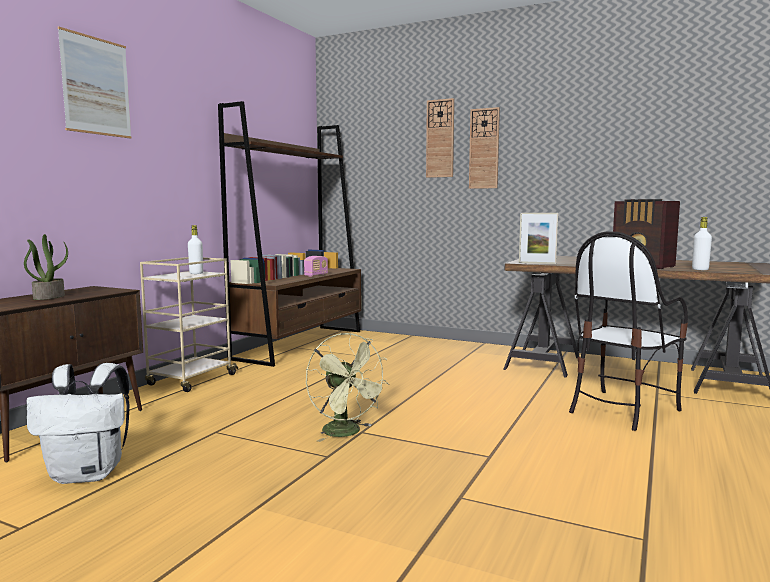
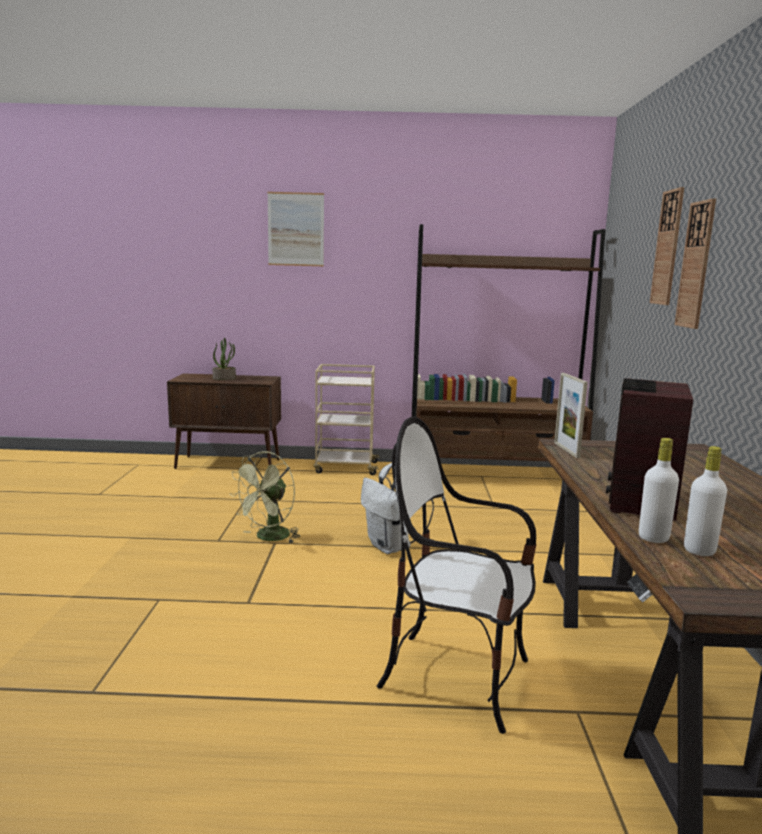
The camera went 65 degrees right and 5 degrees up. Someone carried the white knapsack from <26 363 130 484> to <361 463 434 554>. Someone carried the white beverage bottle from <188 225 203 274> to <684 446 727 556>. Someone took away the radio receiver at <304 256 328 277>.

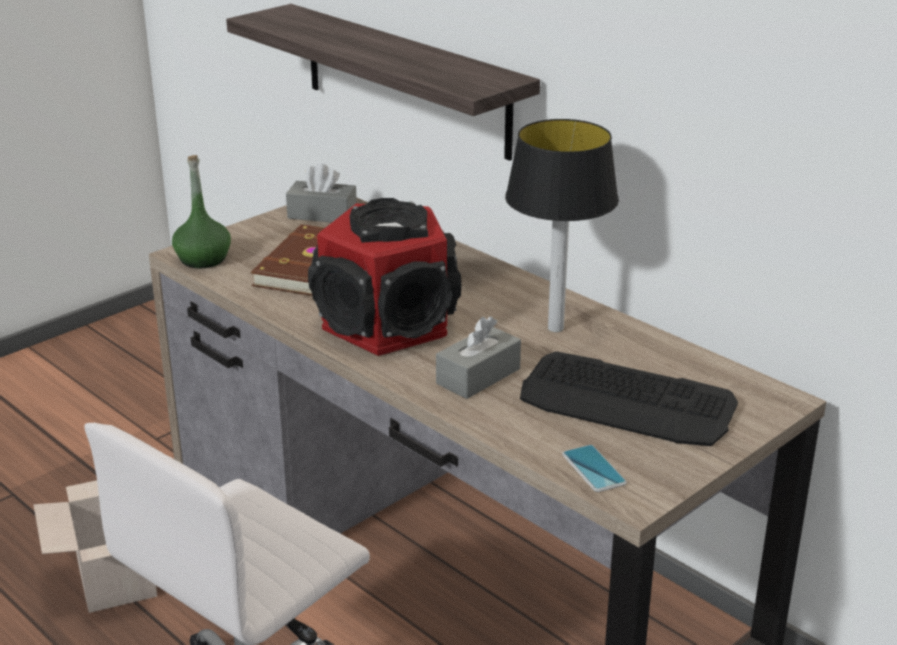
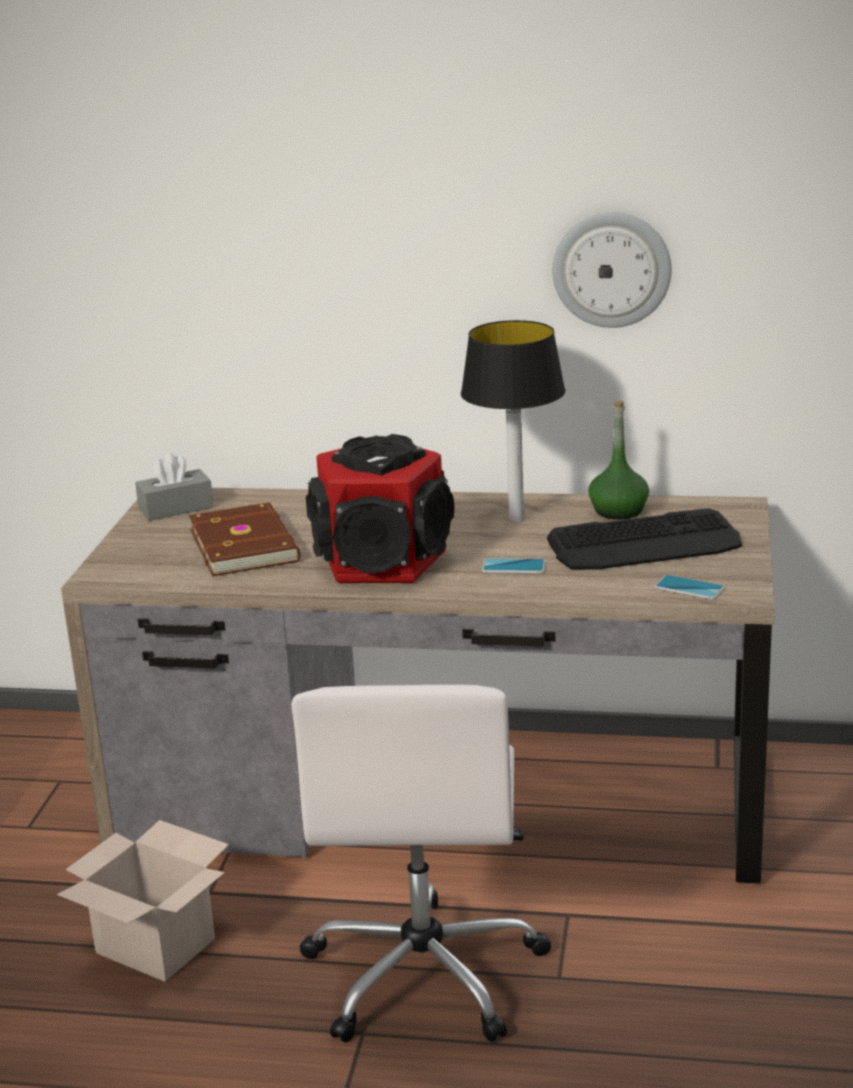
The camera went 35 degrees left and 5 degrees down. Someone swapped the gray tissue box at <436 316 521 399> for the telephone at <482 558 546 574>. Someone put up the hanging clock at <552 212 672 328>. Someone carried the green beverage bottle from <172 155 231 269> to <588 401 649 520>. Someone took away the wall shelf at <226 4 540 161>.

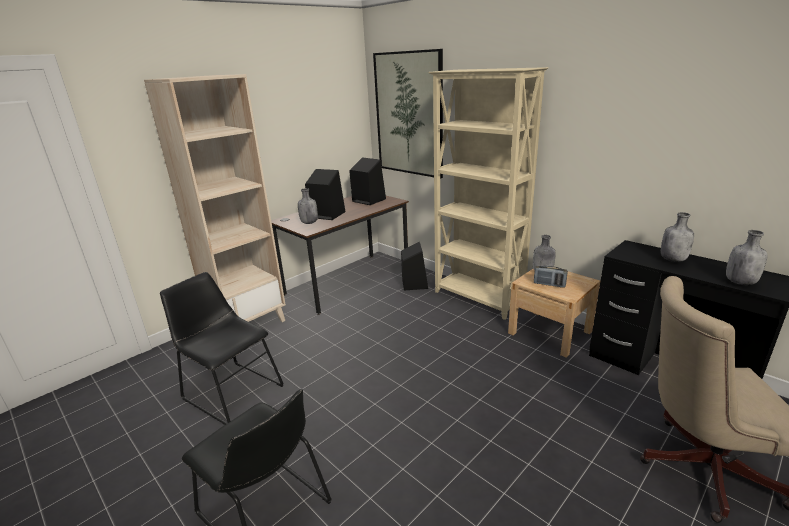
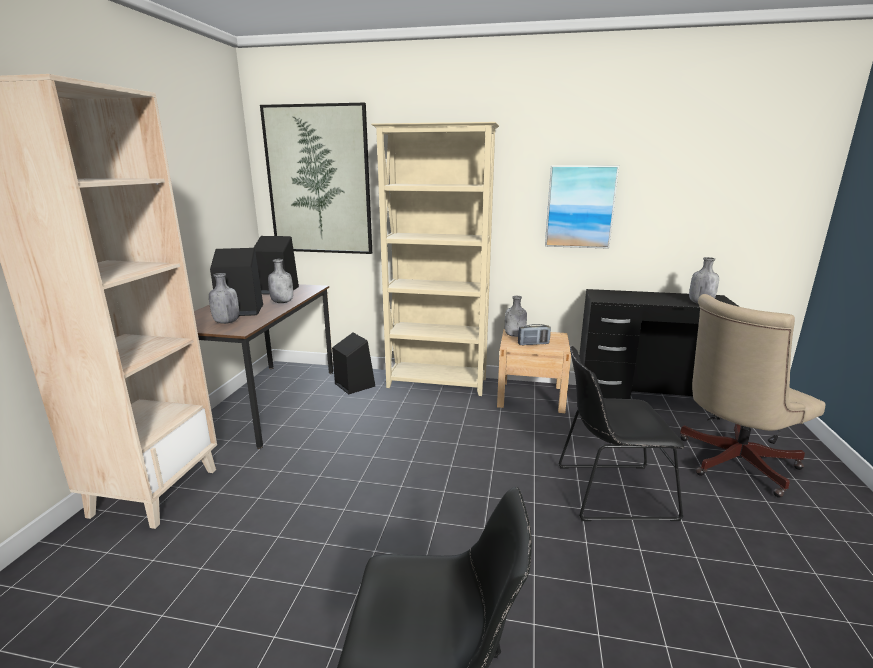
The camera went 35 degrees left and 5 degrees down. Someone carried the gray beverage bottle from <661 212 694 262> to <268 259 293 303>. Someone put up the wall art at <545 165 619 249>. Someone carried the blackish chair from <160 272 284 425> to <558 346 684 521>.

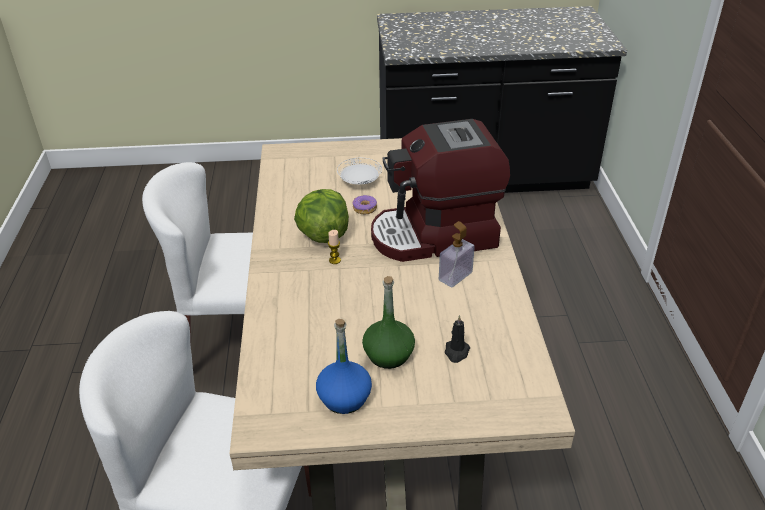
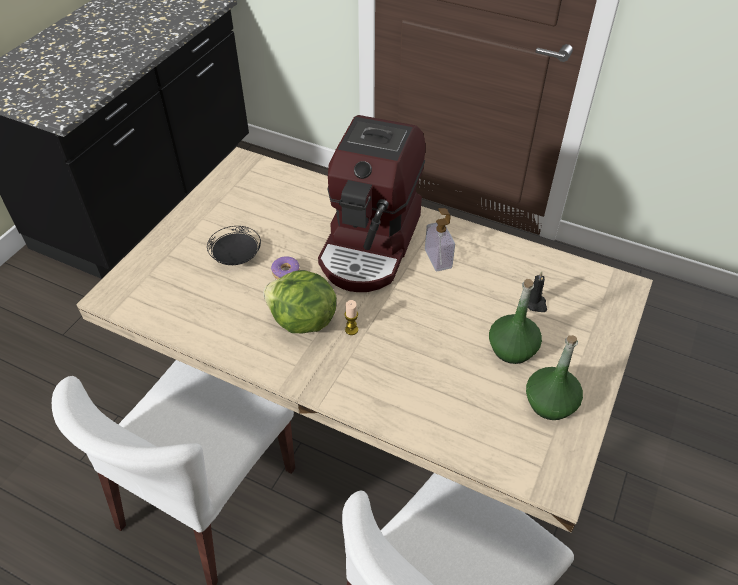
The camera went 60 degrees left and 10 degrees up. Someone repainted the white flat dish at <337 158 382 185>, which became the blackish flat dish at <207 226 261 265>. Someone repainted the blue beverage bottle at <316 319 372 414>, which became the green beverage bottle at <526 335 583 420>.

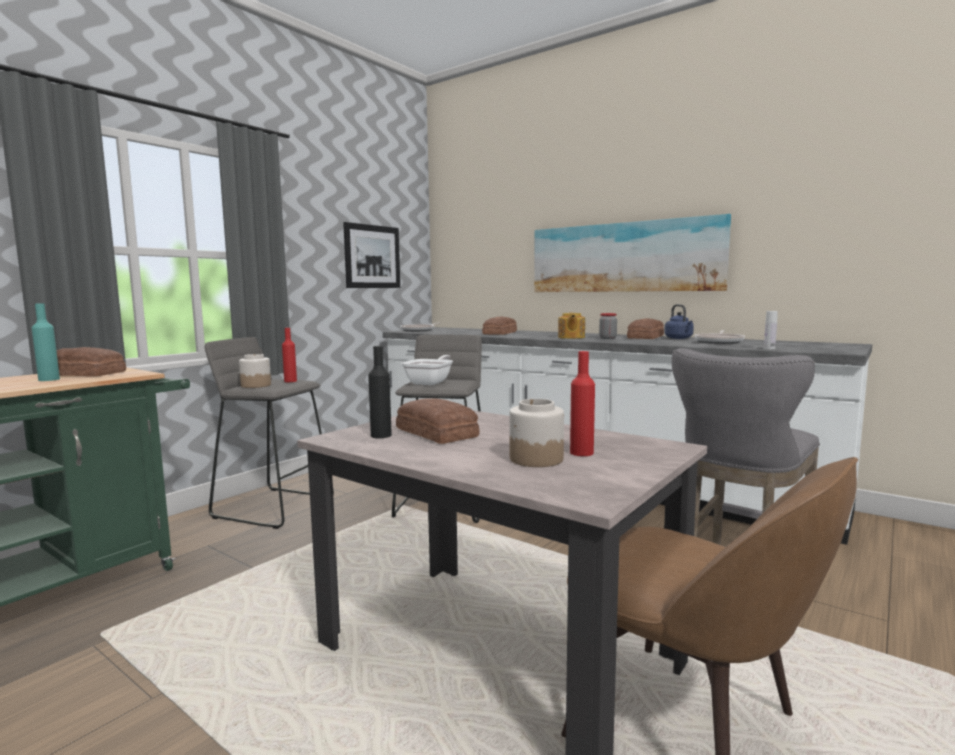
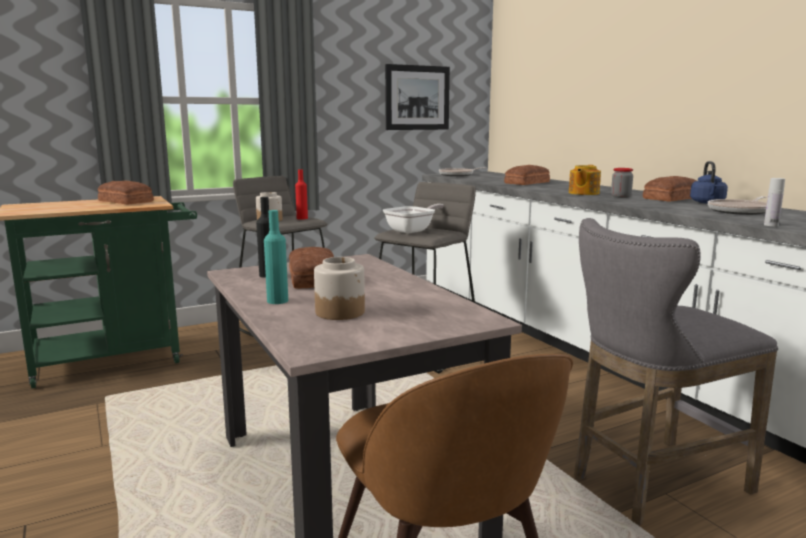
The camera went 25 degrees right and 5 degrees up. Someone carried the blue-green beverage bottle from <32 303 60 381> to <264 210 288 304>. Someone took away the wall art at <534 214 731 292>. Someone took away the reddish beverage bottle at <570 351 595 456>.

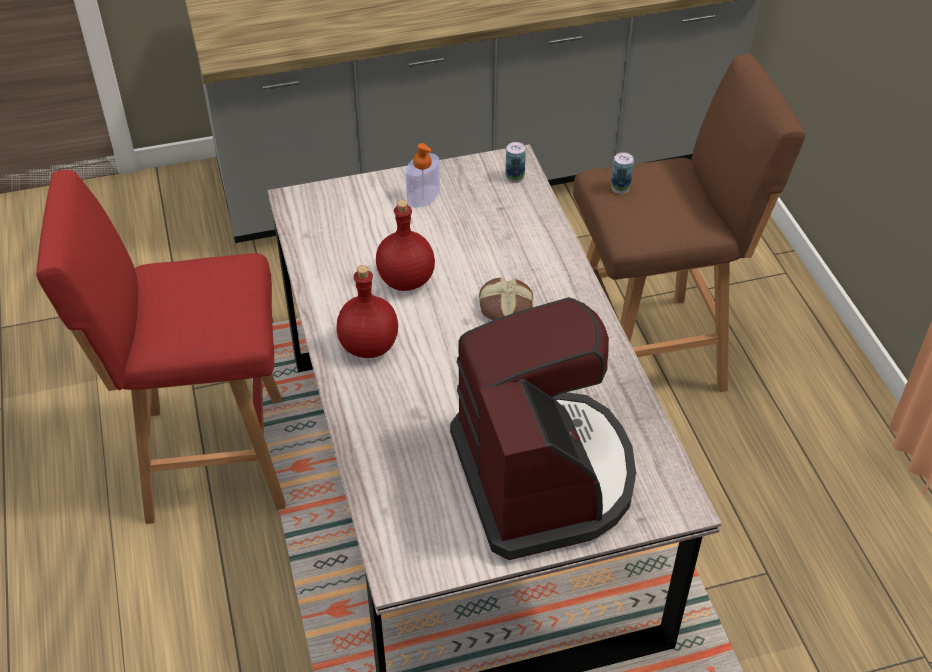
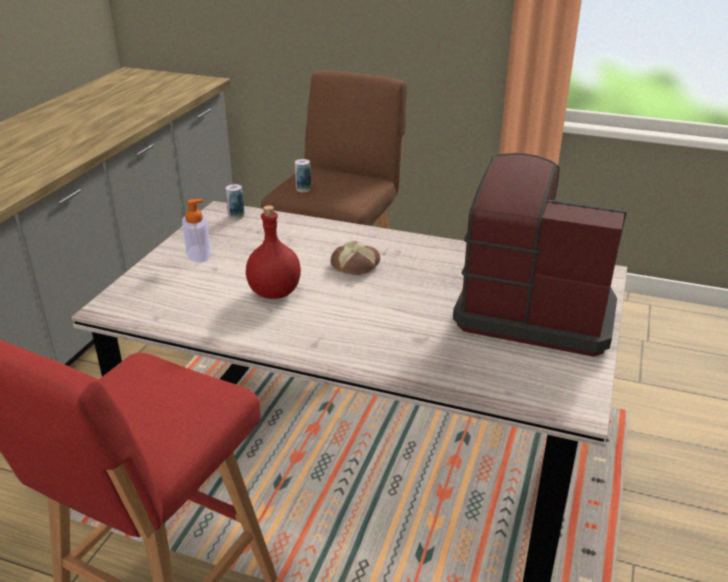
The camera went 55 degrees left and 15 degrees down. Someone took away the reddish beverage bottle at <337 265 398 358>.

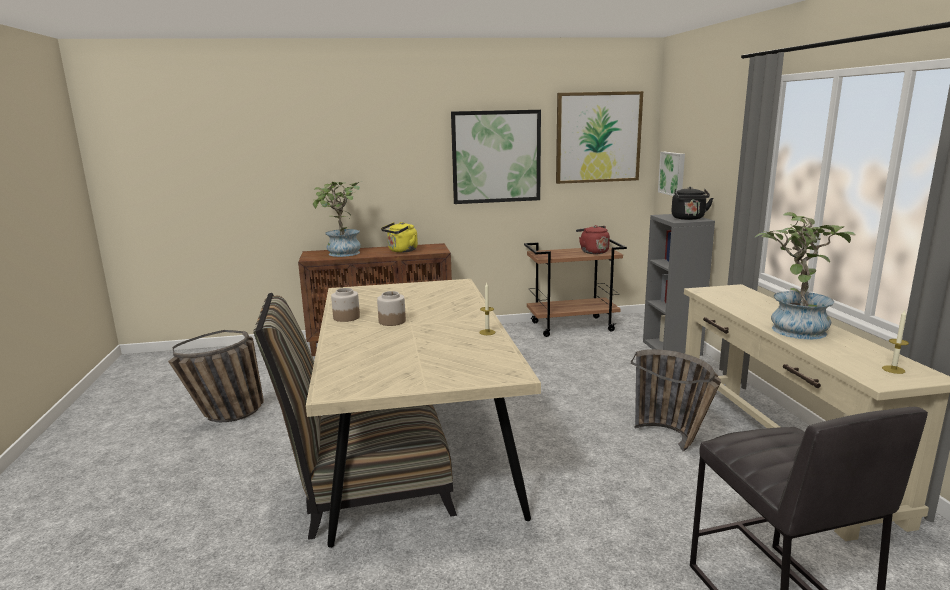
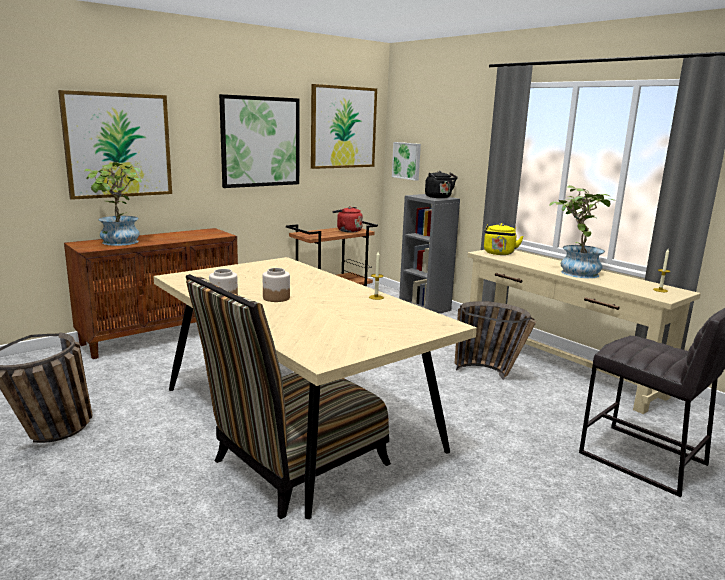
The camera went 30 degrees left and 0 degrees up. Someone put up the wall art at <58 90 172 200>. Someone carried the yellowish water kettle from <381 222 418 253> to <484 223 524 255>.

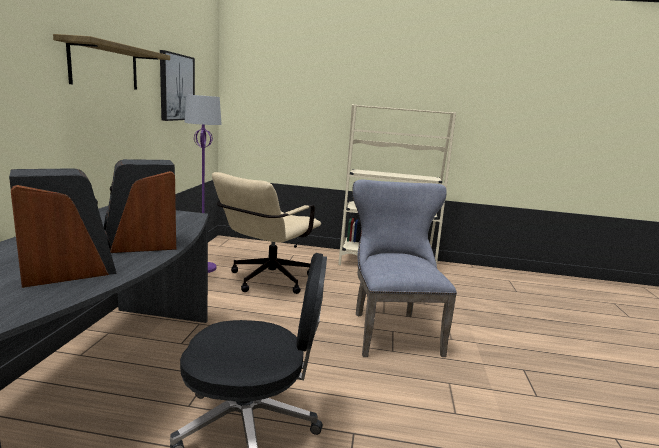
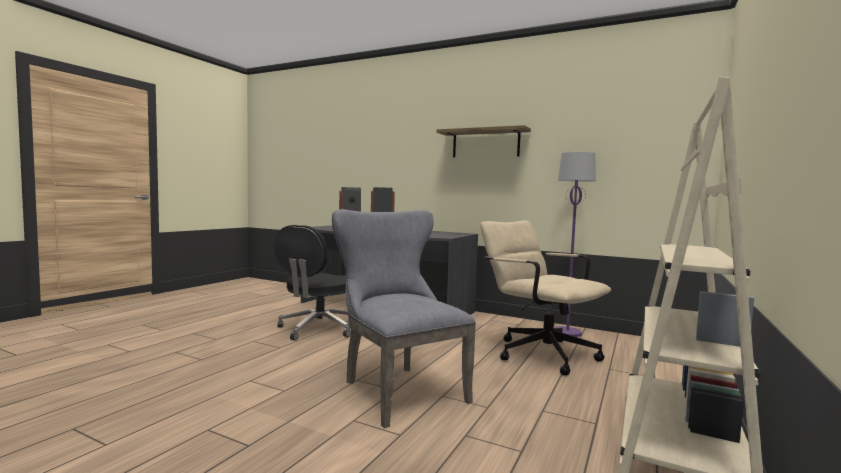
The camera went 110 degrees right and 10 degrees down. Someone rotated the gray chair at <352 180 457 357> by 135 degrees counterclockwise. Someone took away the wall art at <160 50 195 121>.

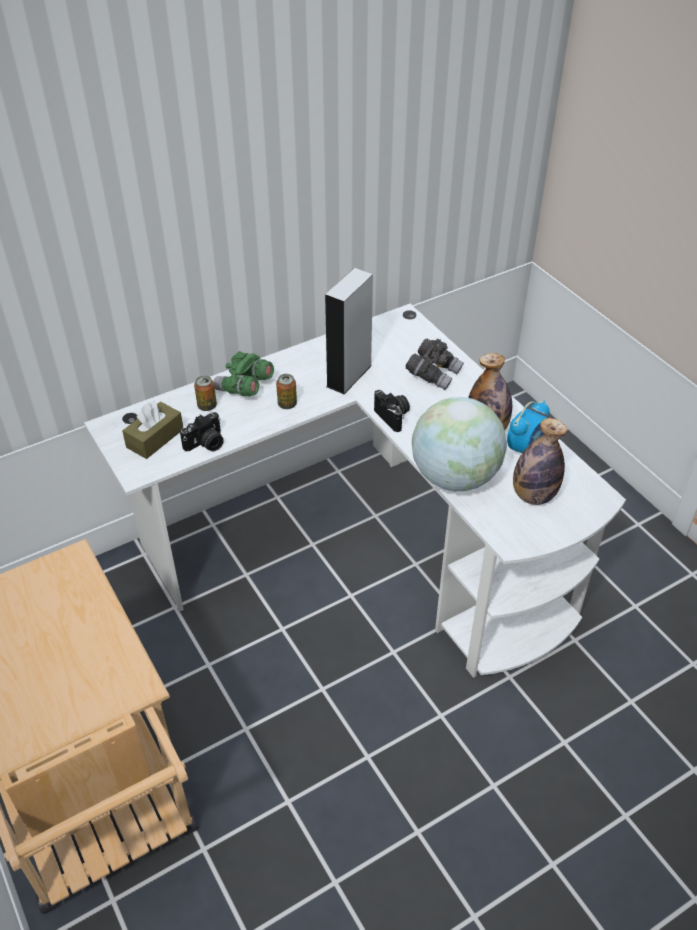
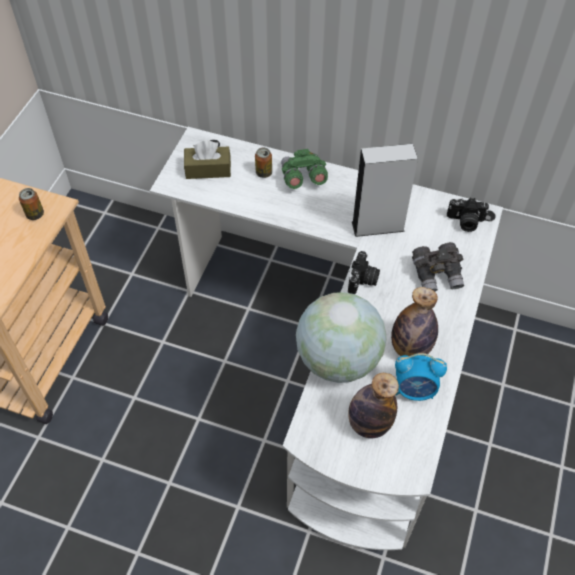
The camera went 50 degrees right and 10 degrees up. Someone carried the sealed can from <276 374 297 409> to <19 188 44 220>. Someone carried the still camera from <180 412 224 451> to <447 198 489 232>.

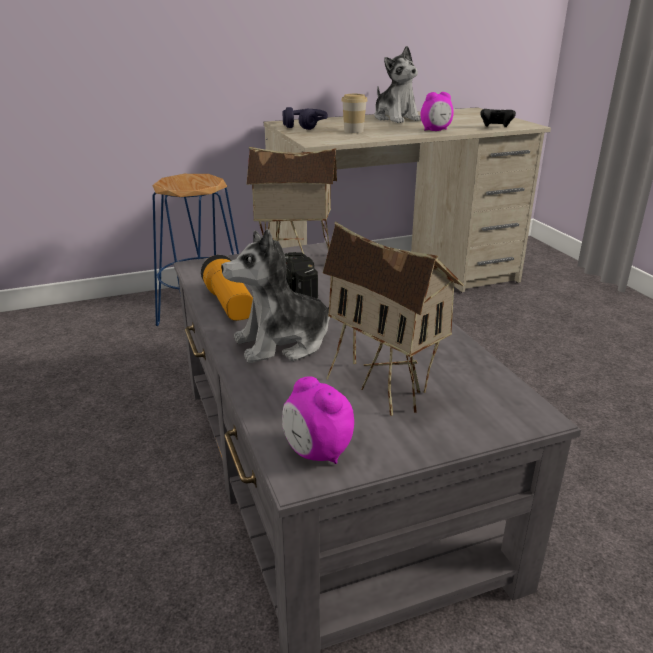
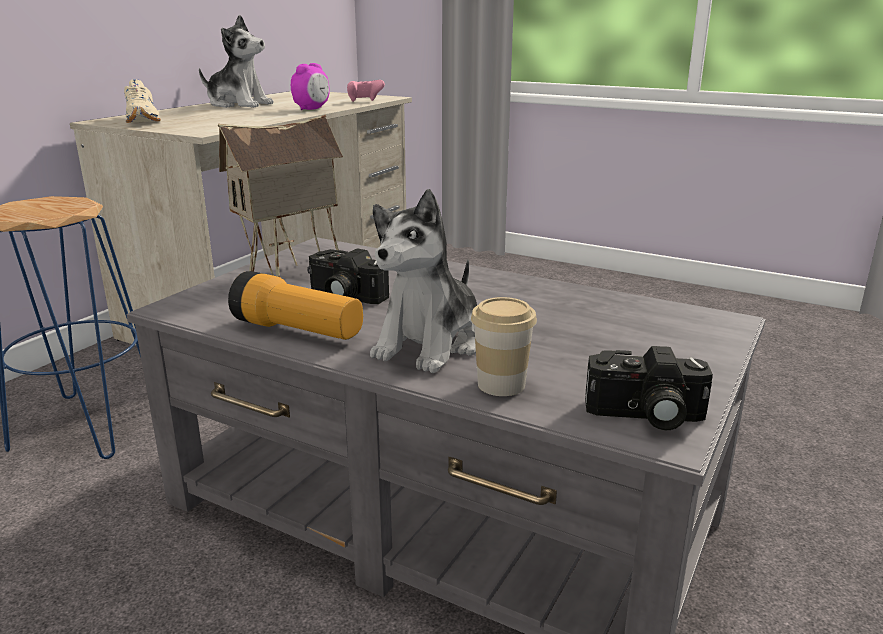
The camera went 40 degrees left and 5 degrees down. Someone swapped the purplish headphones at <283 107 327 130> for the sand-coloured shoe at <124 79 161 123>. Someone repainted the blackish joypad at <480 109 516 127>, which became the pink-coloured joypad at <347 80 385 102>. Someone carried the cup from <341 94 368 133> to <471 297 537 396>. Someone swapped the table clock at <282 376 354 464> for the still camera at <585 346 713 430>. Someone took away the model house at <323 222 464 416>.

